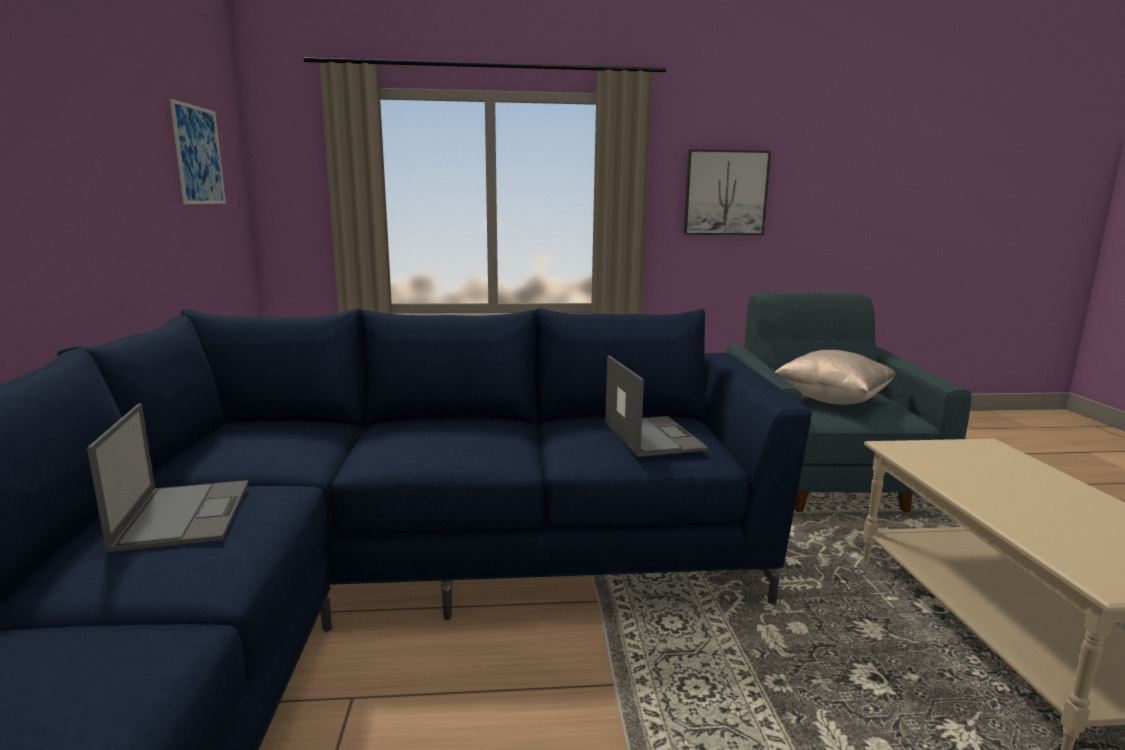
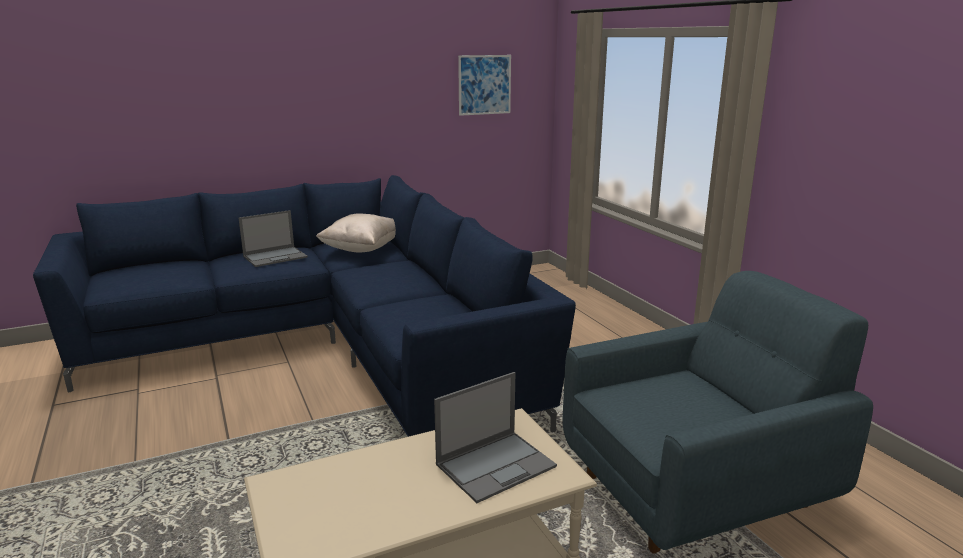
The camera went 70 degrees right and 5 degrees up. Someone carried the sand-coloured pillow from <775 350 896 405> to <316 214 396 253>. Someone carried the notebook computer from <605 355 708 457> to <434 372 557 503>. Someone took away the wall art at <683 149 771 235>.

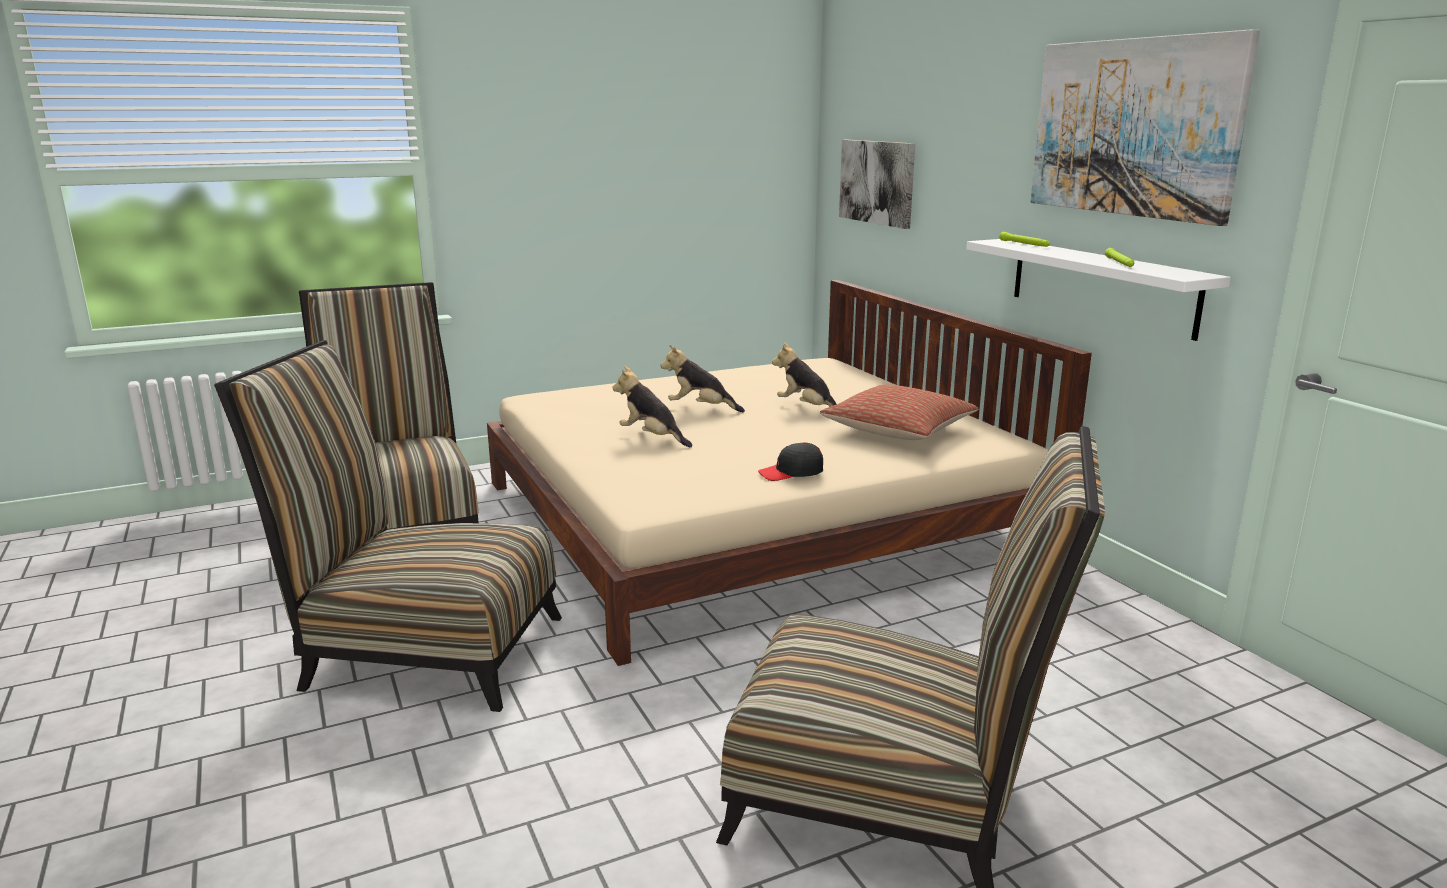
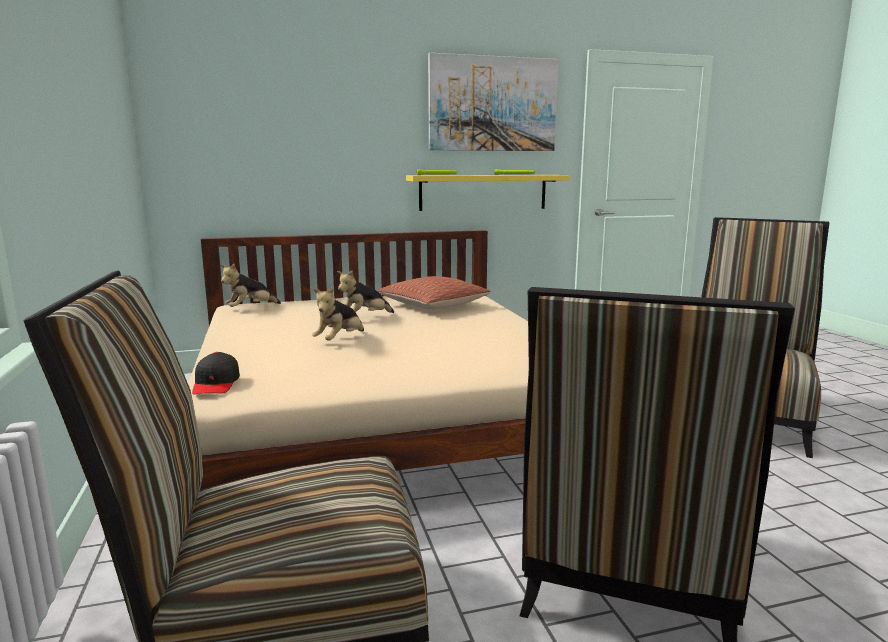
The camera went 80 degrees left and 5 degrees down. Someone carried the blackish baseball cap from <758 442 823 481> to <192 352 240 394>. Someone carried the cuddly toy from <612 366 692 447> to <220 264 281 307>. Someone repainted the white wall shelf at <966 239 1231 341>, which became the yellowish wall shelf at <406 175 571 211>. Someone took away the wall art at <839 140 915 229>.

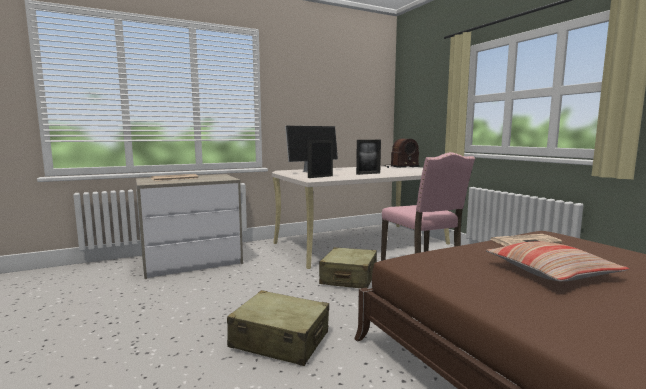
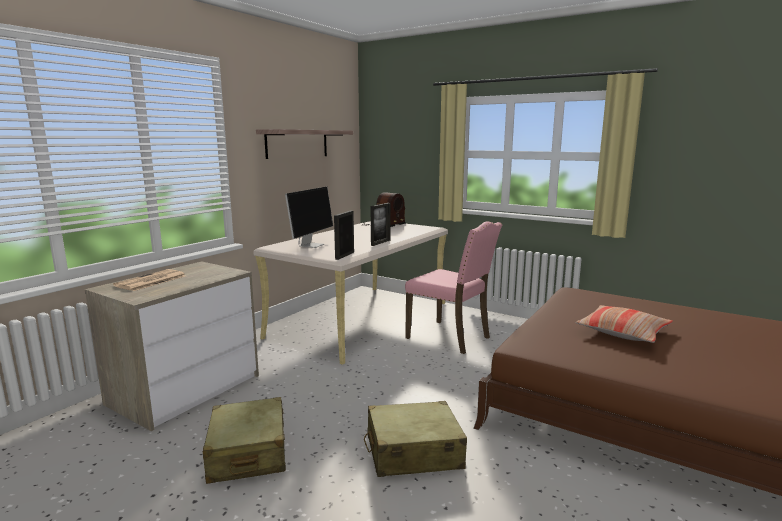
The camera went 30 degrees left and 5 degrees up. Someone carried the sand-coloured piece of luggage from <319 247 377 288> to <203 397 286 484>. Someone put up the wall shelf at <256 129 353 159>. Someone took away the printed paper at <490 234 562 246>.

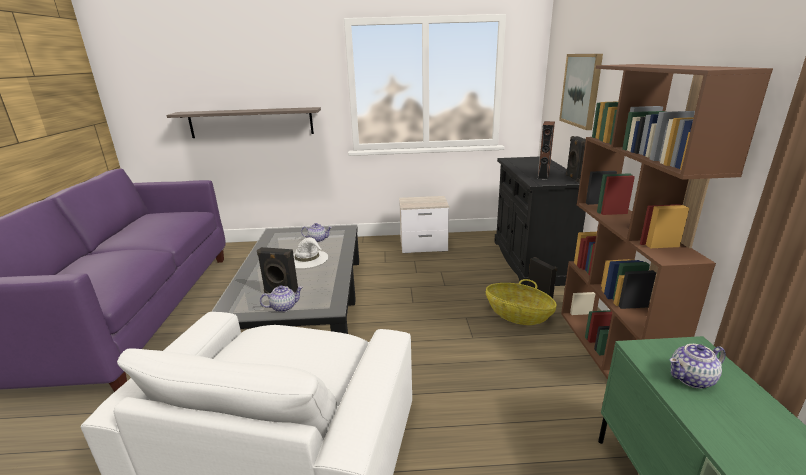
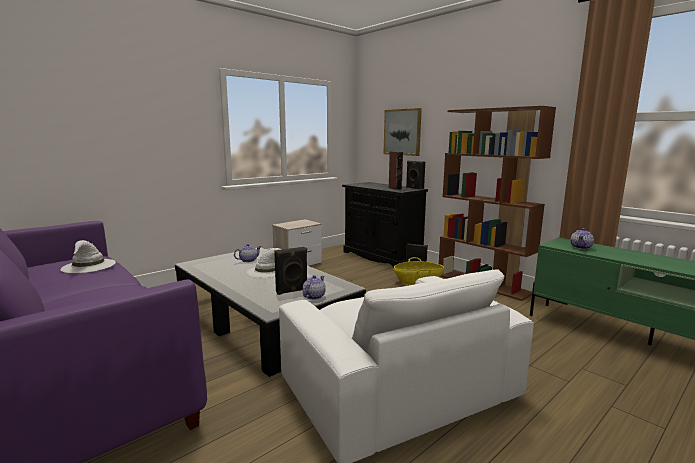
The camera went 40 degrees left and 10 degrees down. Someone put down the white clothing hat at <60 240 116 273>. Someone took away the wall shelf at <166 107 321 138>.

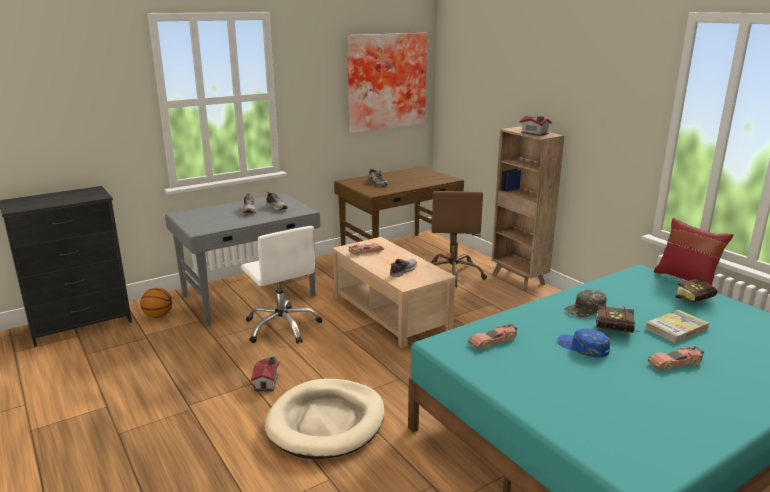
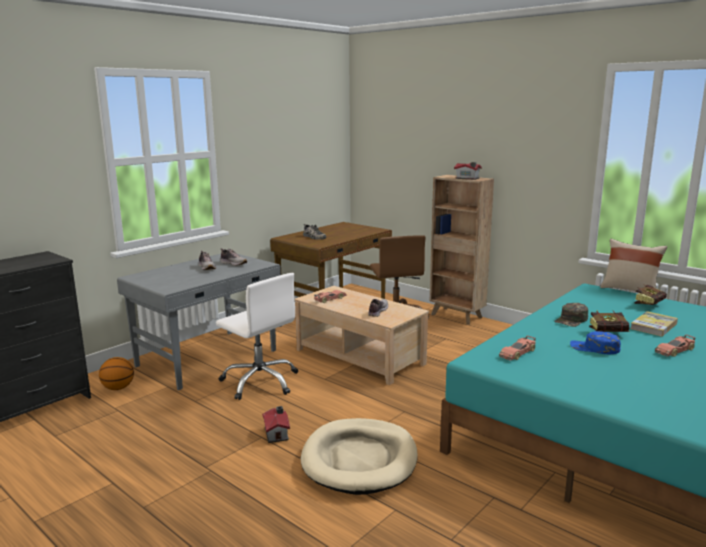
The camera went 15 degrees left and 5 degrees down. Someone repainted the reddish pillow at <654 218 733 286>, which became the sand-coloured pillow at <600 239 667 291>. Someone took away the wall art at <347 33 427 133>.

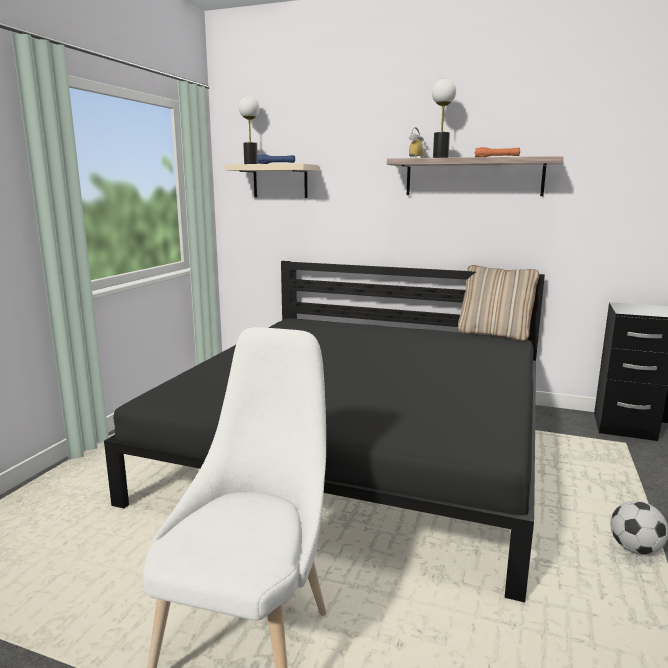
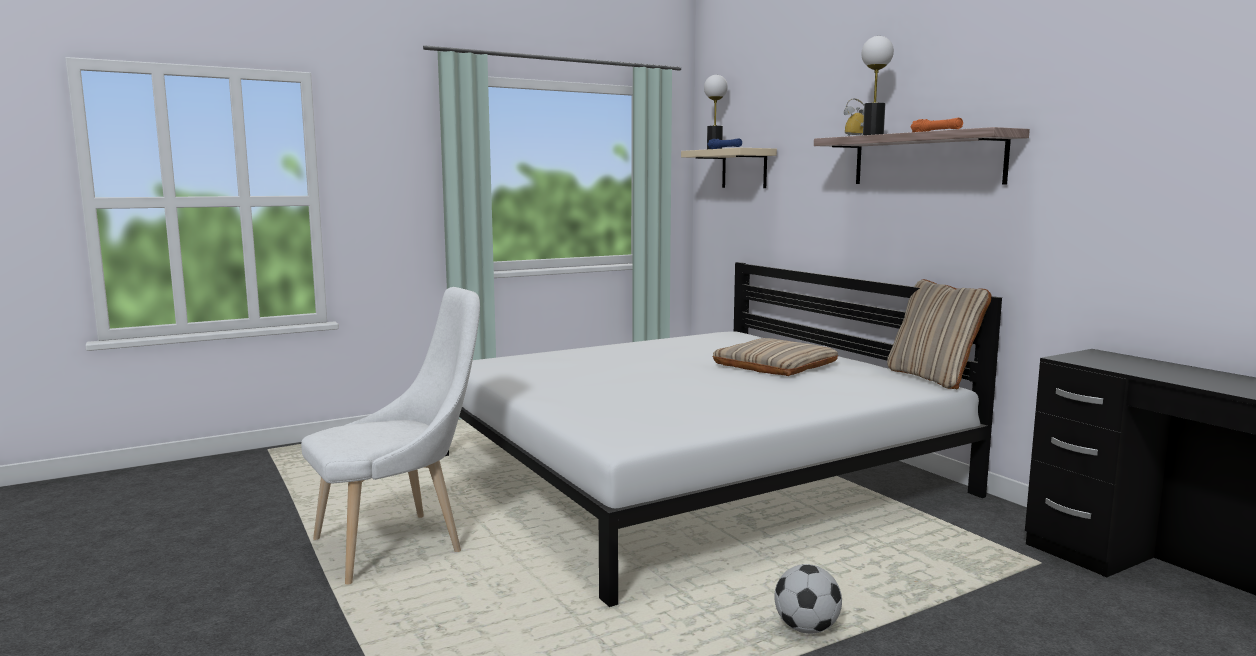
The camera went 40 degrees right and 5 degrees down. Someone repainted the blackish sleeping bed at <104 261 545 602>, which became the white sleeping bed at <446 262 1002 607>. Someone put down the sand-coloured pillow at <712 338 838 376>.

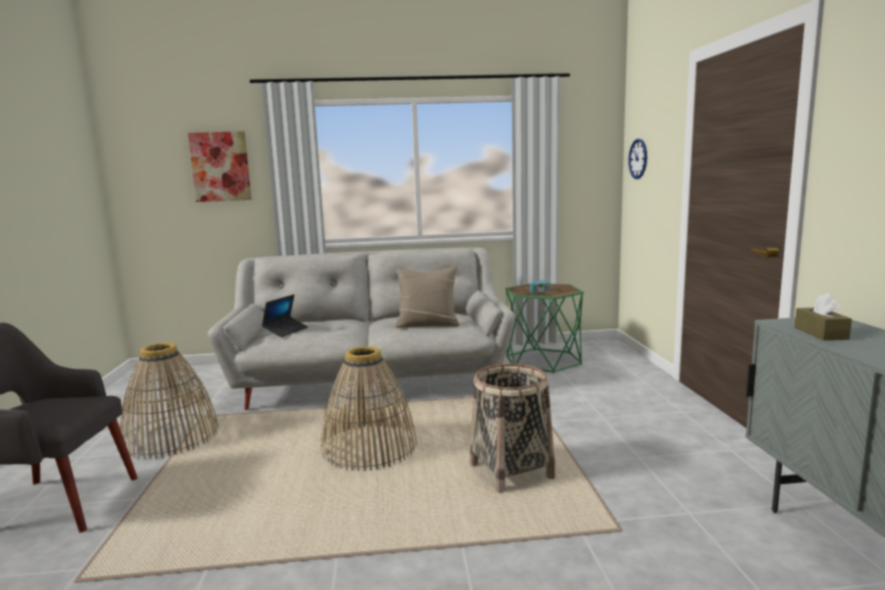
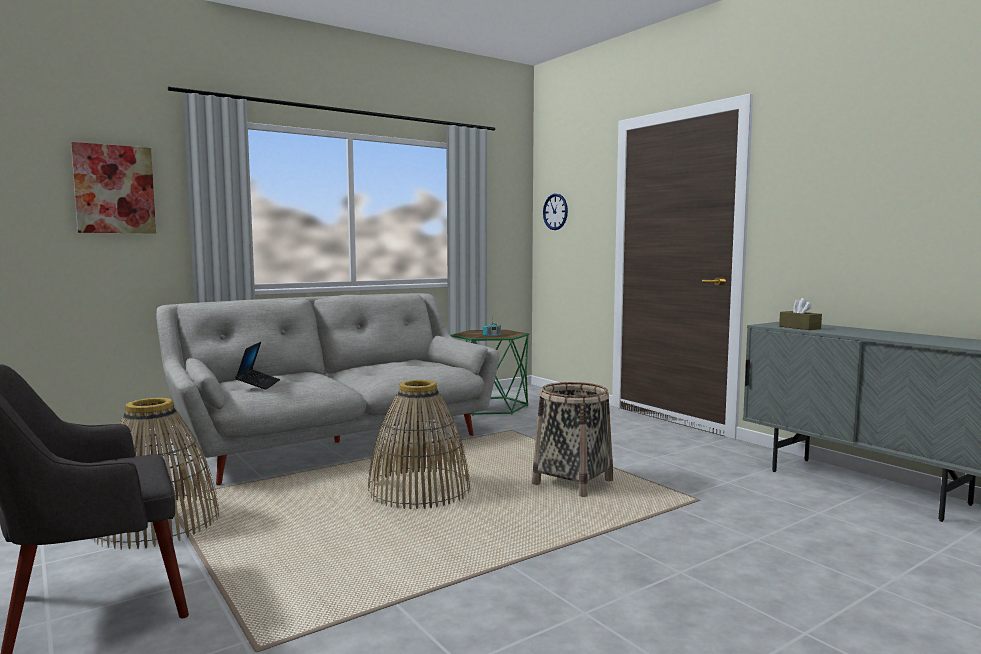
The camera went 30 degrees left and 5 degrees down. Someone took away the sand-coloured pillow at <395 267 459 328>.

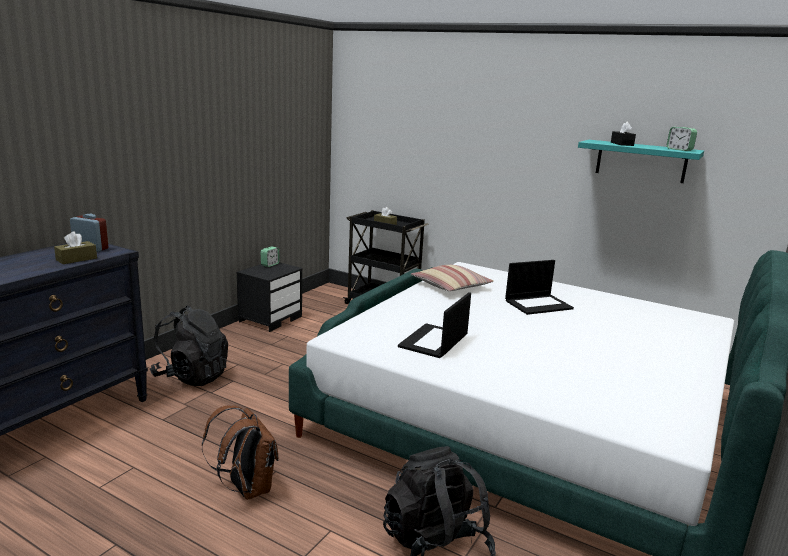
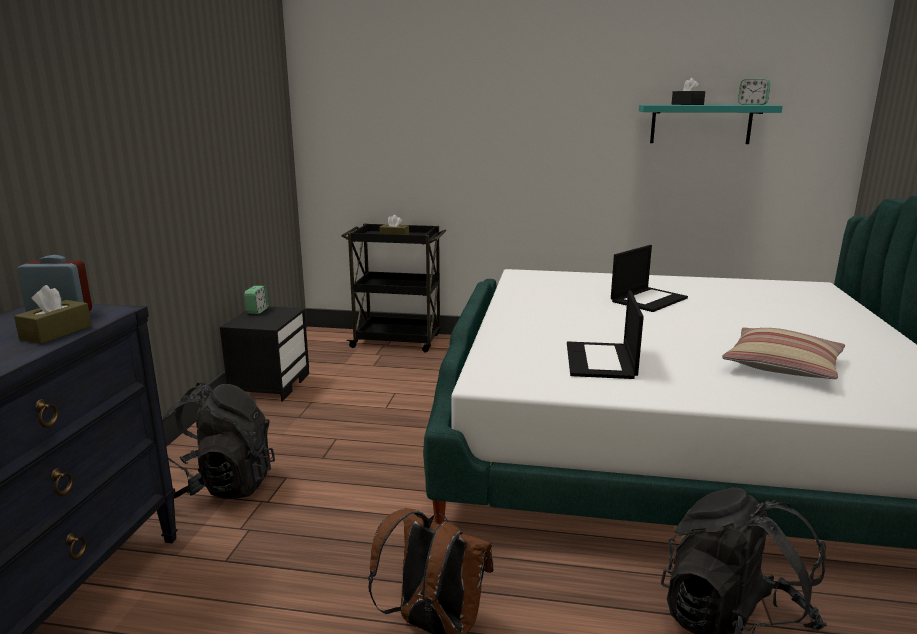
The camera went 20 degrees left and 0 degrees up. Someone carried the pillow from <411 265 494 291> to <722 327 845 379>.

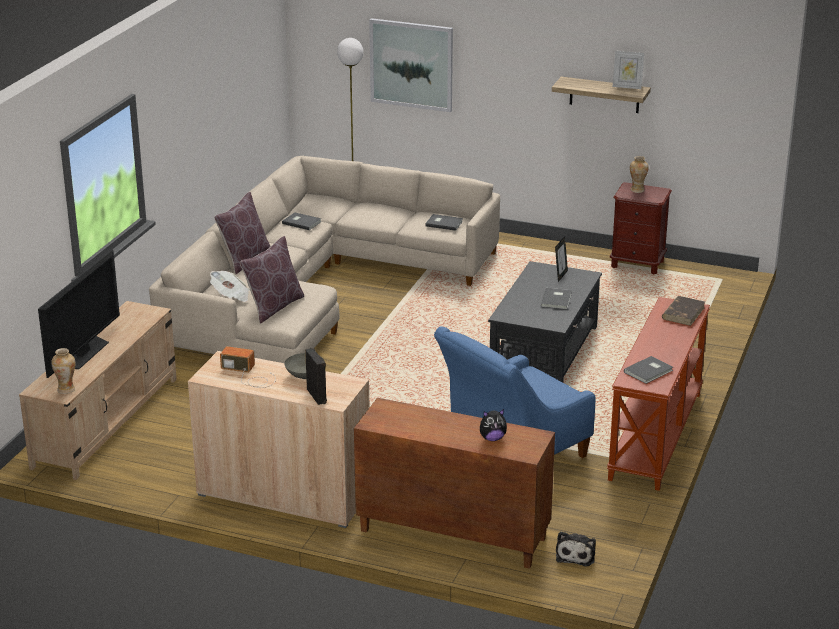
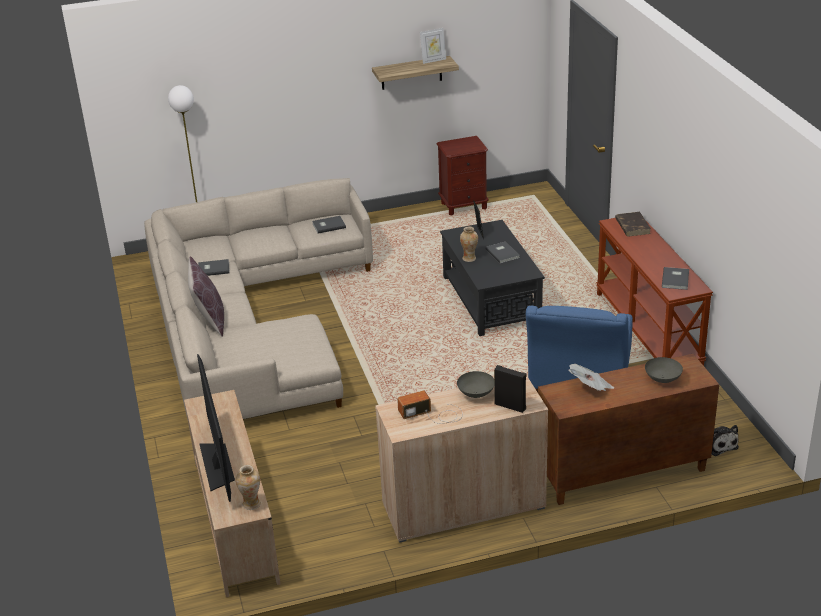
The camera went 35 degrees left and 5 degrees up. Someone carried the decorative vase from <630 156 649 193> to <460 226 478 262>. Someone carried the printed paper from <210 271 250 302> to <568 364 614 391>. Someone swapped the cuddly toy at <480 409 507 441> for the gray bowl at <645 357 683 383>. Someone took away the brownish pillow at <240 236 304 324>. Someone took away the wall art at <369 18 453 112>.

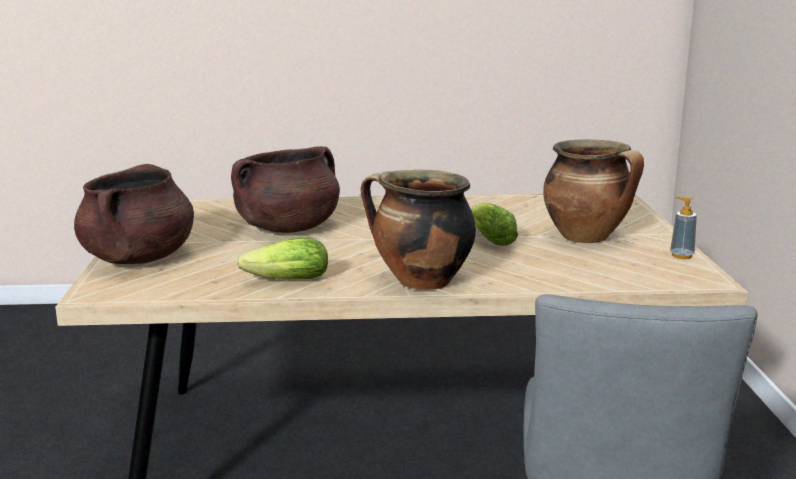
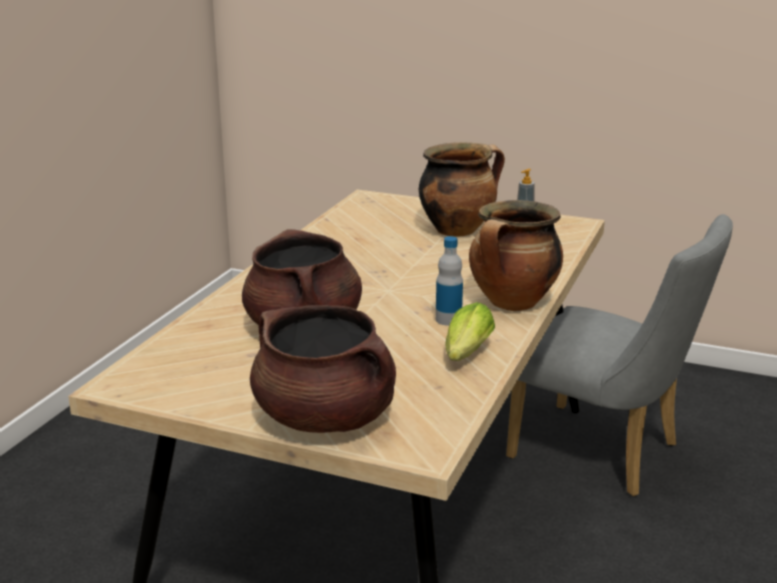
The camera went 65 degrees left and 5 degrees up. Someone put down the beverage bottle at <436 236 463 326>. Someone took away the head of lettuce at <471 203 518 246>.

